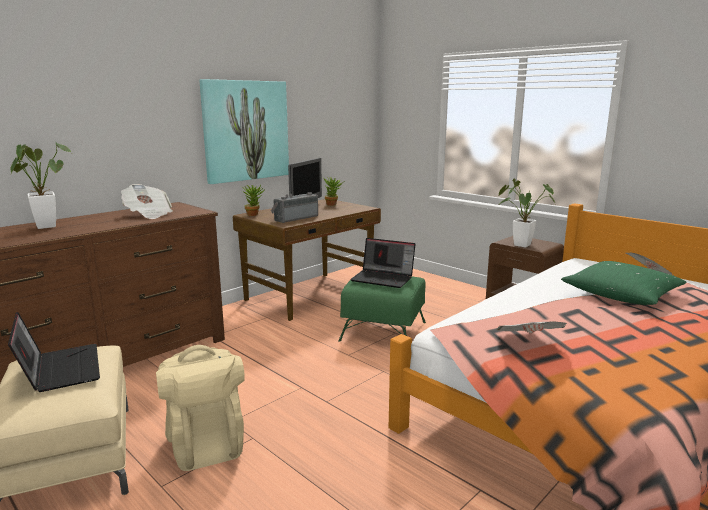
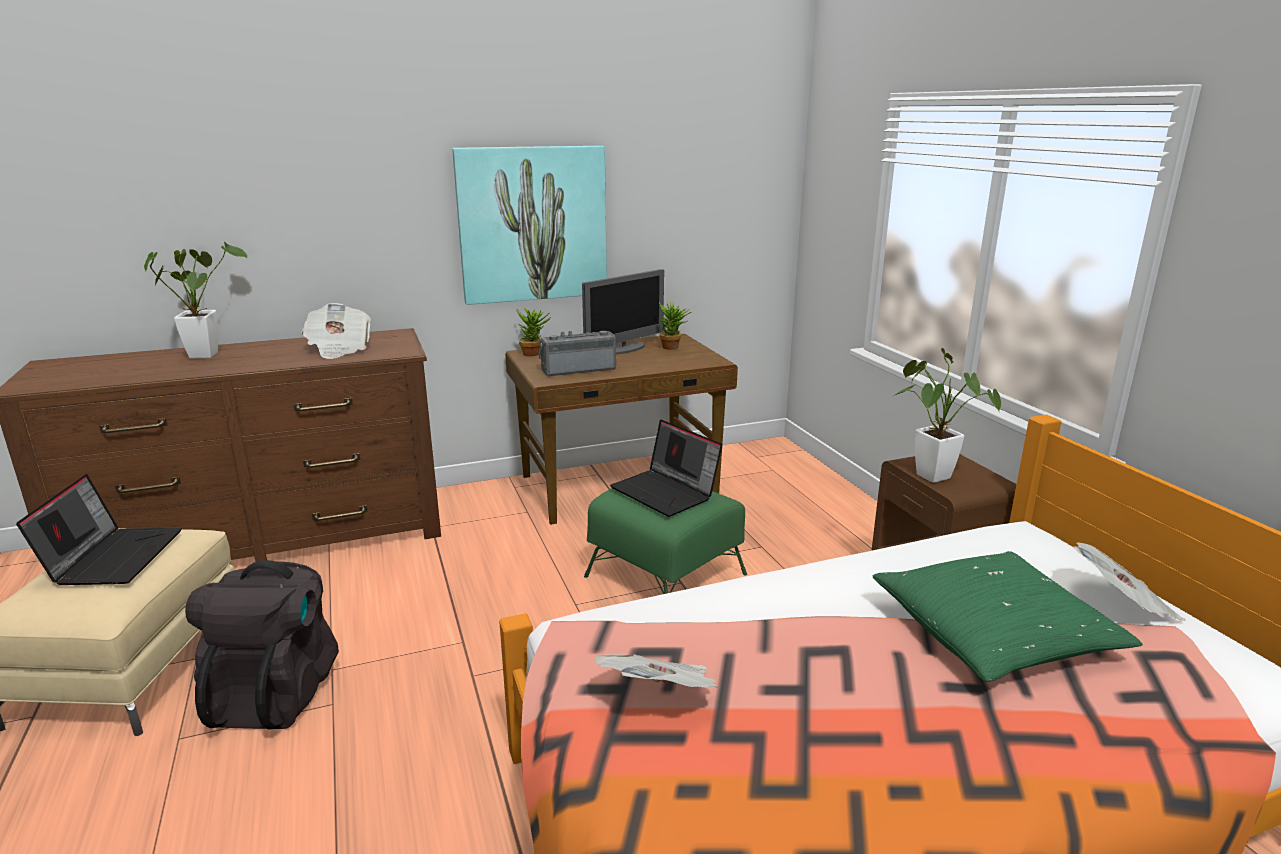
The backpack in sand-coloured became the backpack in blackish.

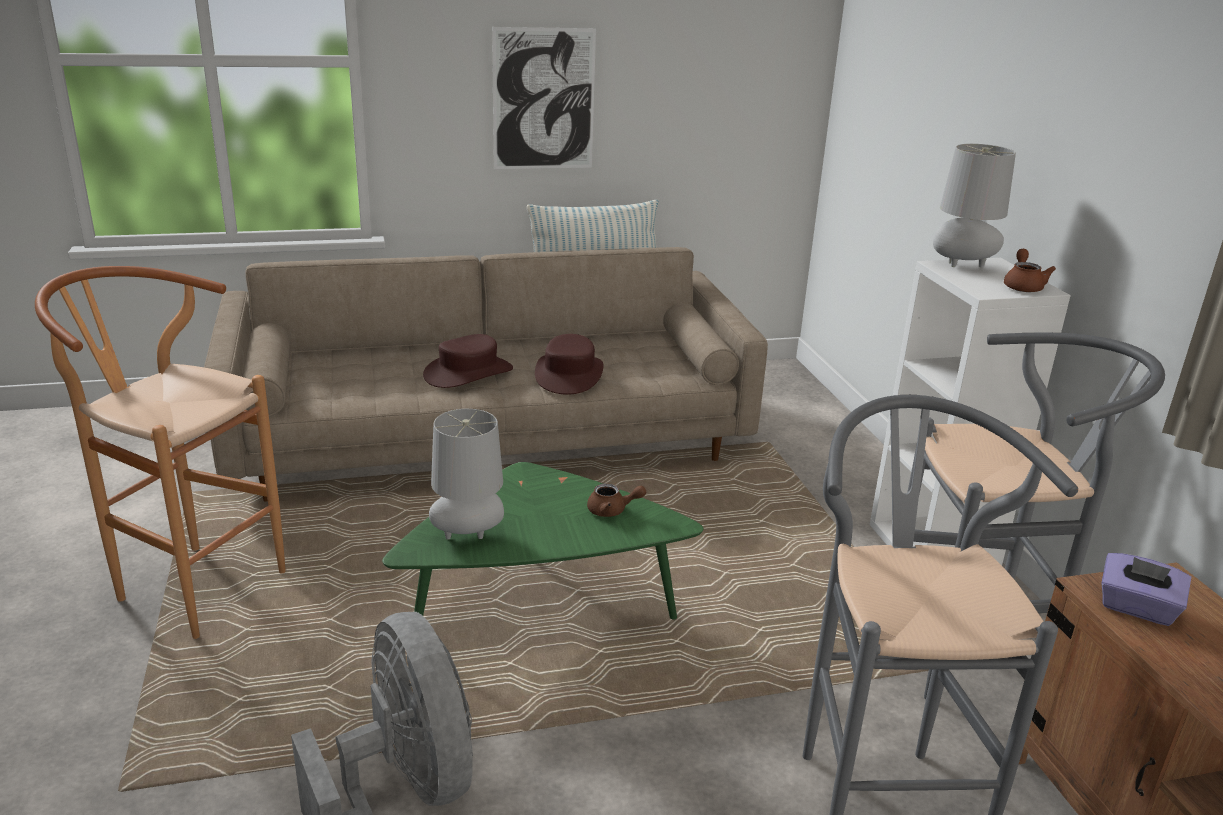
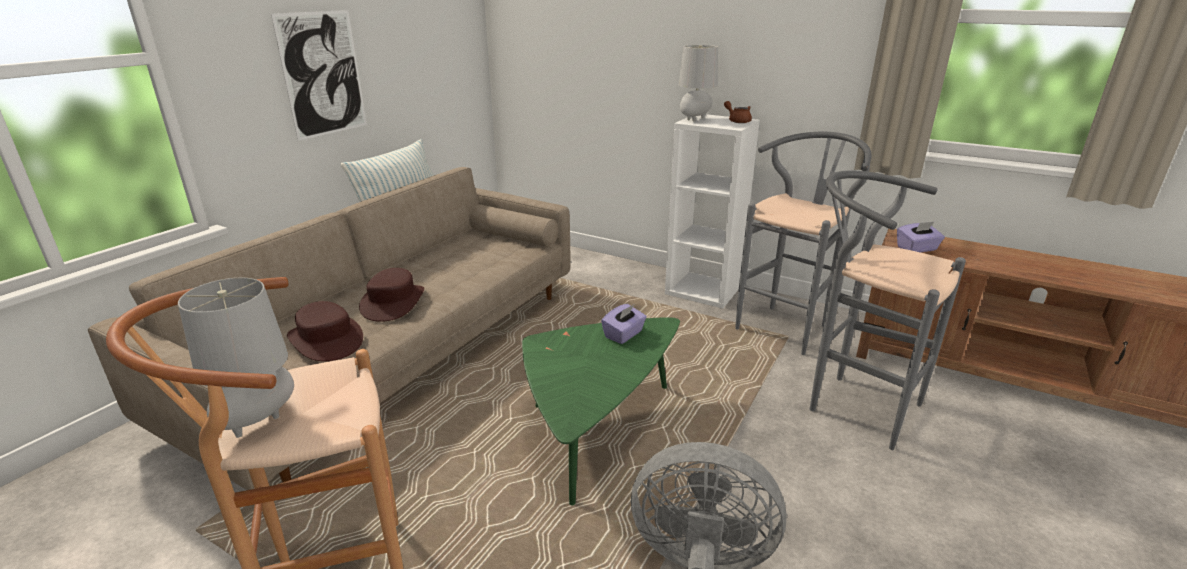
The lamp for a table in grey (no. 1 from left) moved.
The wearable hat in brownish (no. 2 from left in the first image) moved.
The pot for tea in brownish (no. 1 from left) was replaced by the box of tissues in purple-coloured (no. 1 from left).

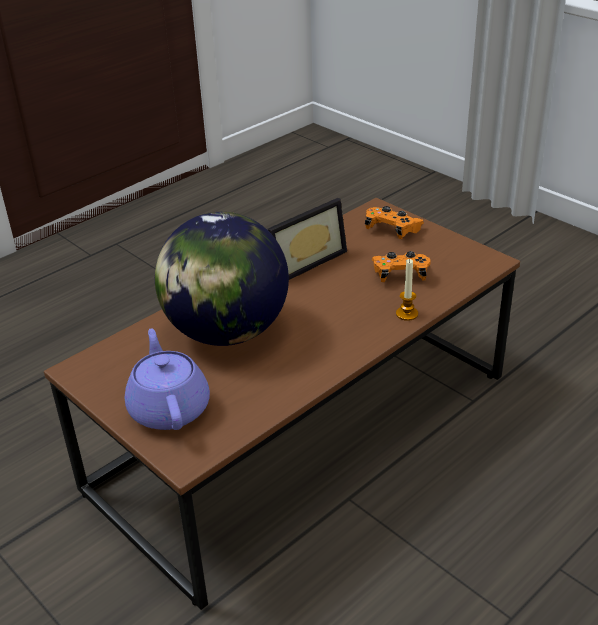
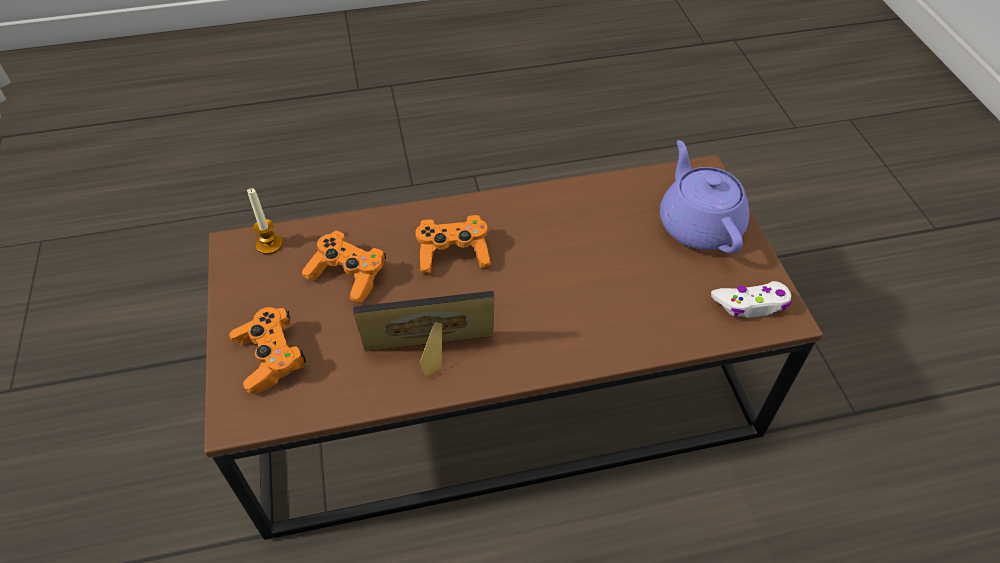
The desk globe disappeared.
The game controller in orange (no. 3 from left) appeared.
The game controller in white-coloured appeared.
The candle moved.
The pot for tea in purple-coloured turned 150 degrees clockwise.

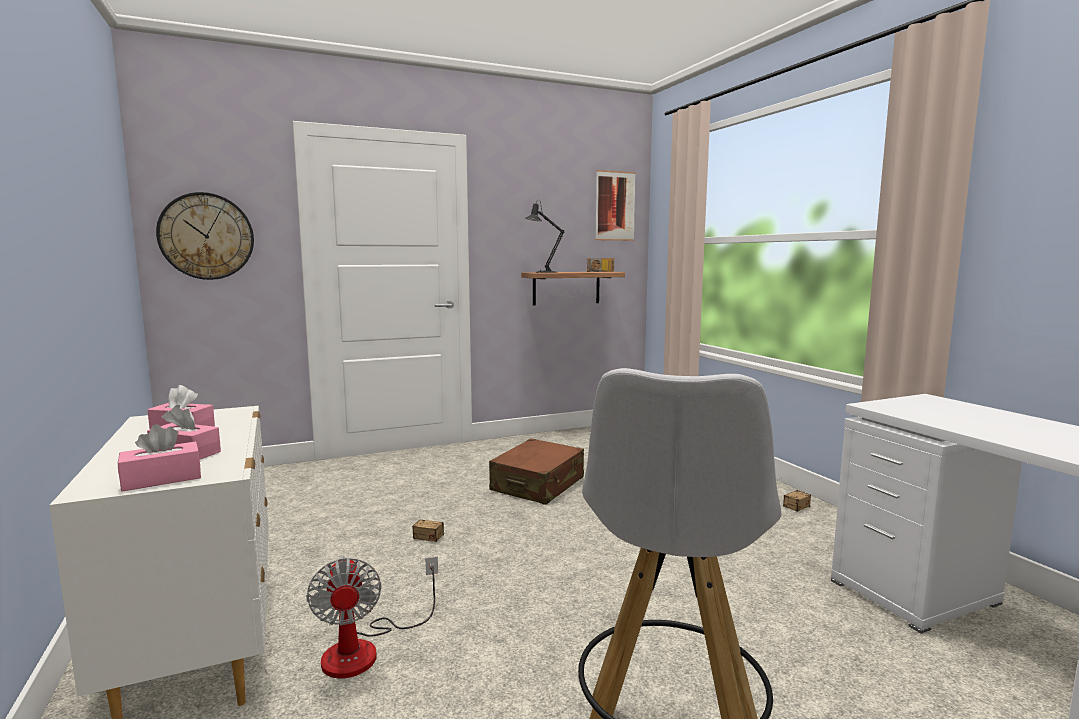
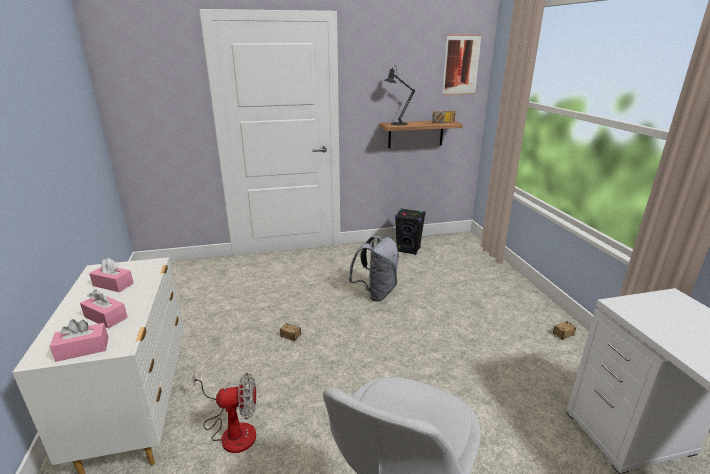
The clock on the wall disappeared.
The speaker in blackish appeared.
The travel case in brownish was replaced by the backpack in grey.
The electric fan turned 90 degrees counterclockwise.

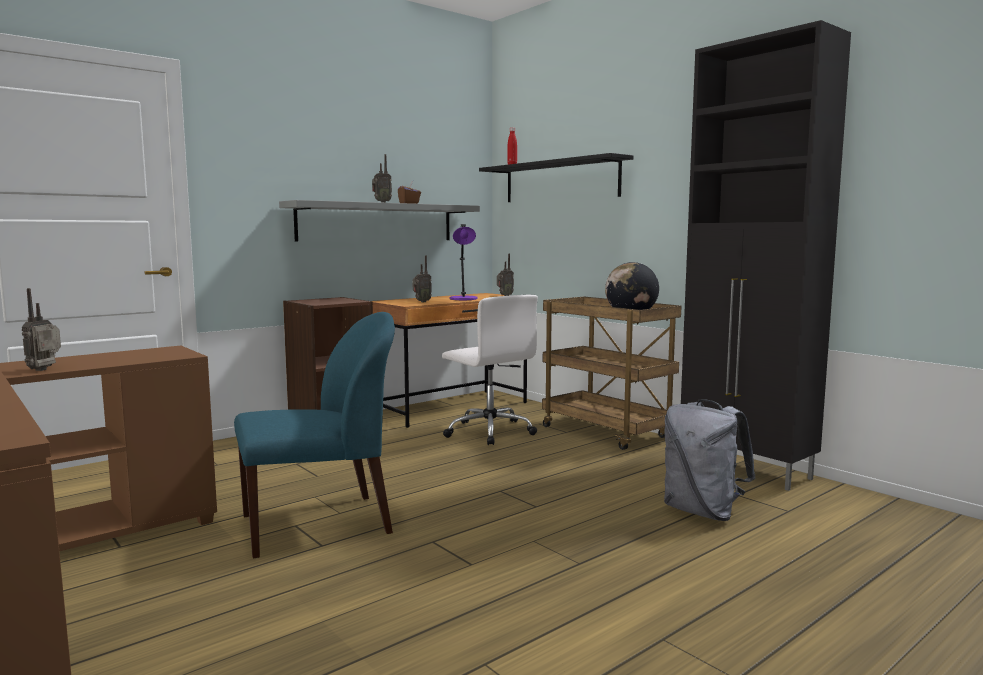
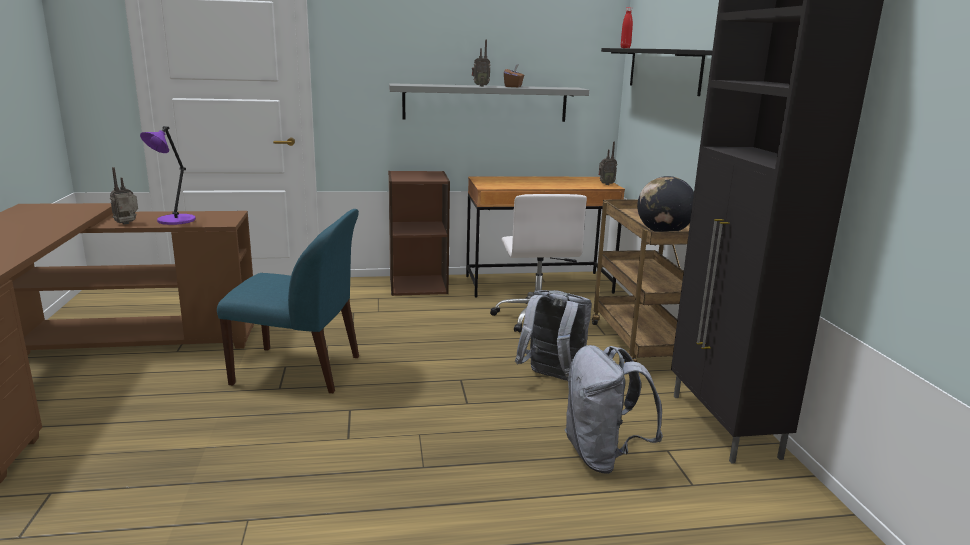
The radio set (no. 3 from left) disappeared.
The backpack in grey (no. 1 from left) appeared.
The lamp for a table in purple-coloured moved.

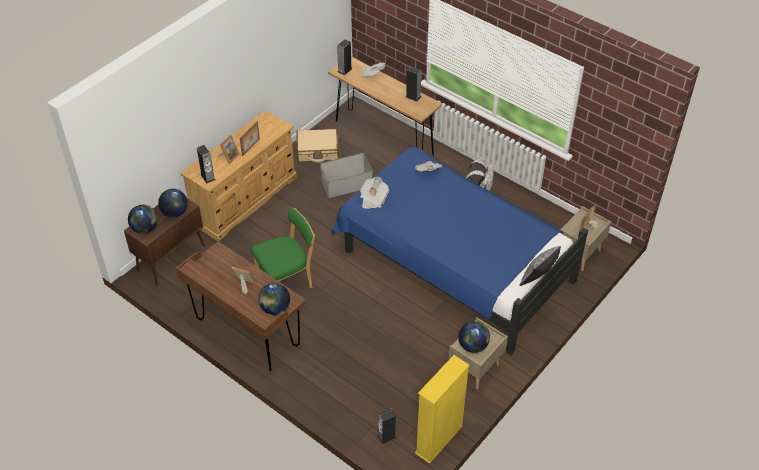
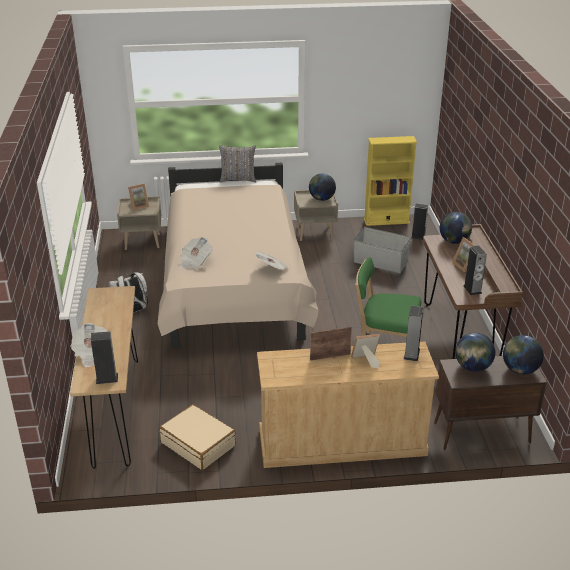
The storage bin in grey moved.
The speaker (no. 4 from left) moved.
The bedroom bed in bluish became the bedroom bed in sand-coloured.

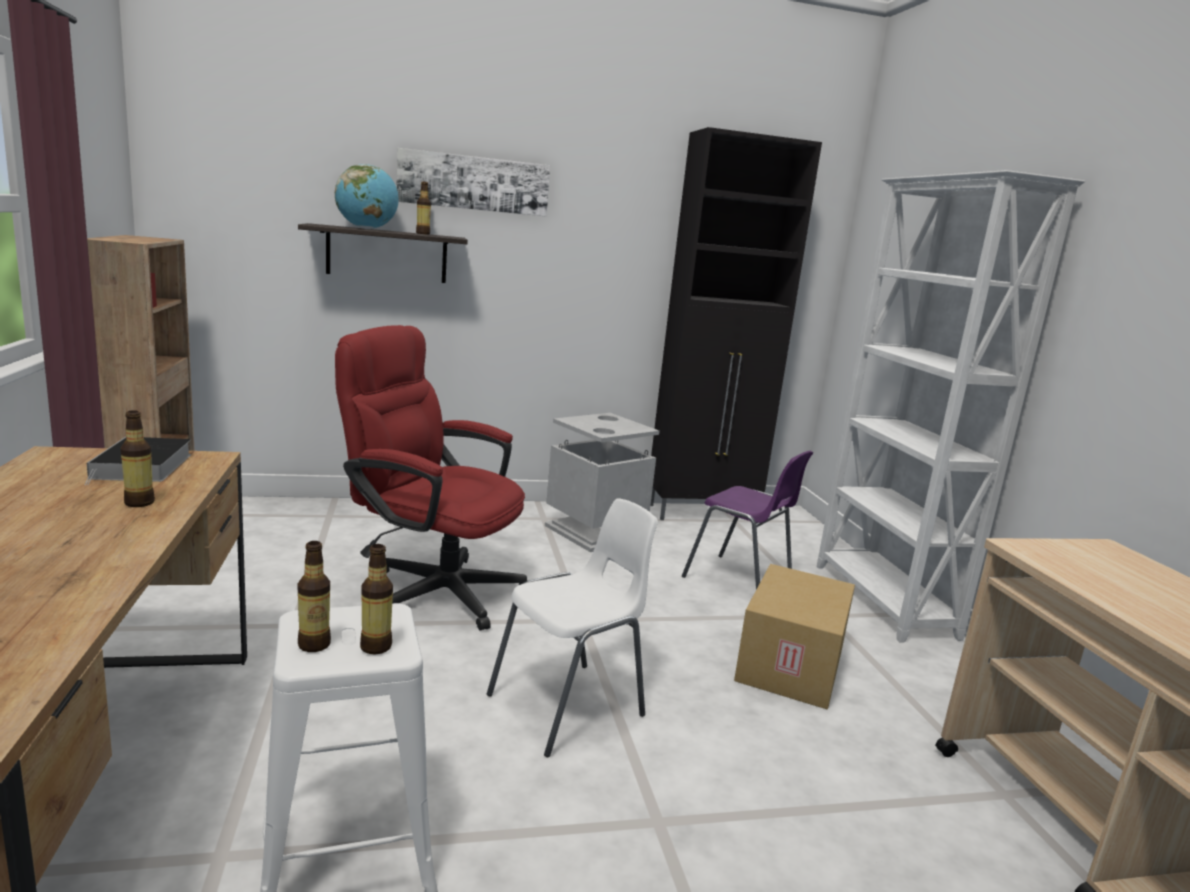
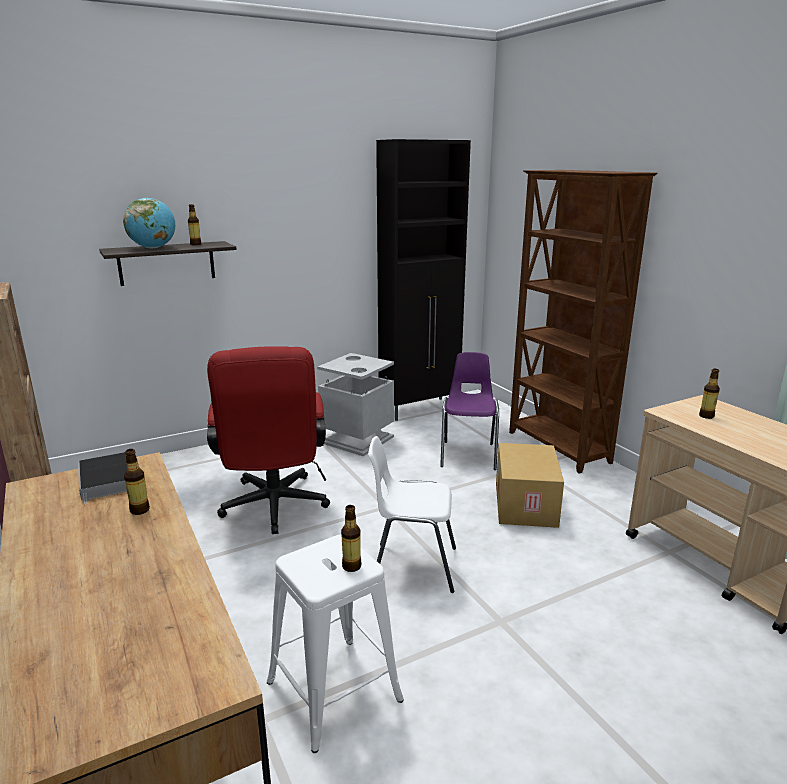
The picture disappeared.
The drink bottle (no. 2 from left in the first image) moved.
The shelving unit in white-coloured became the shelving unit in brownish (no. 2 from left).
The computer chair in reddish turned 105 degrees counterclockwise.
The chair in white-coloured turned 120 degrees counterclockwise.
The chair in purple-coloured turned 105 degrees counterclockwise.

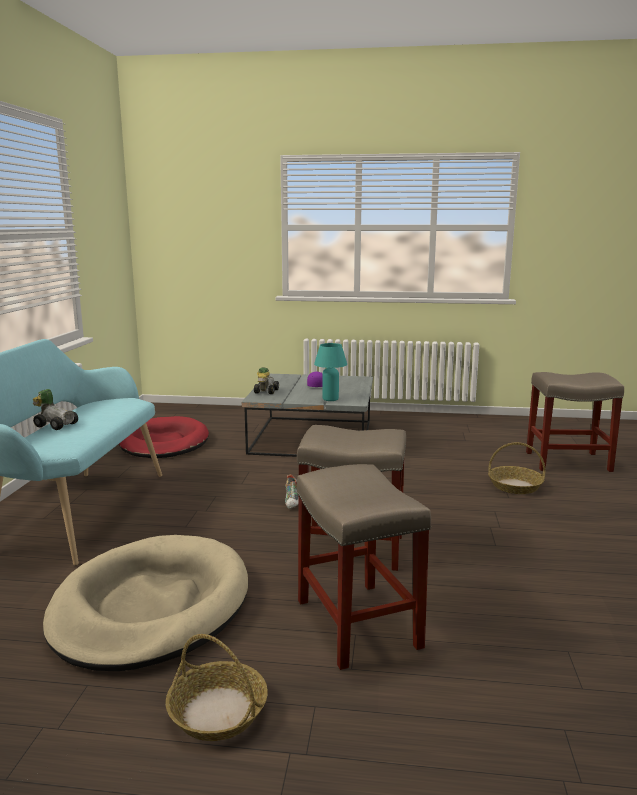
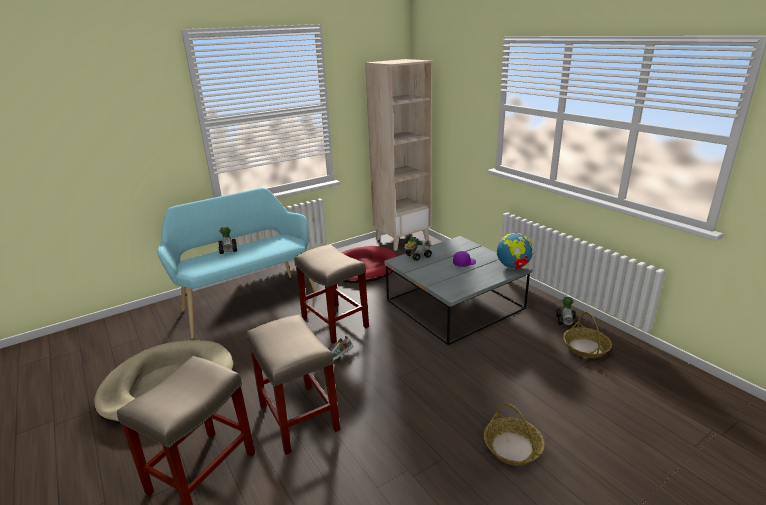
The lamp for a table in blue-green disappeared.
The shelving unit in sand-coloured appeared.
The desk globe appeared.
The miniature car (no. 3 from left) appeared.
The household basket (no. 1 from left in the first image) moved.
The sitting stool in sand-coloured (no. 3 from left) moved.

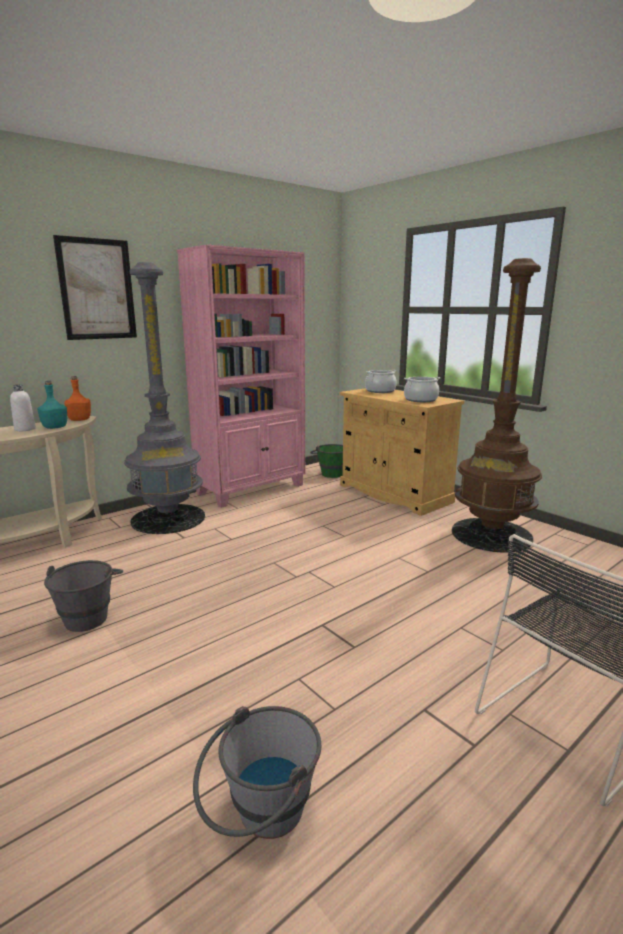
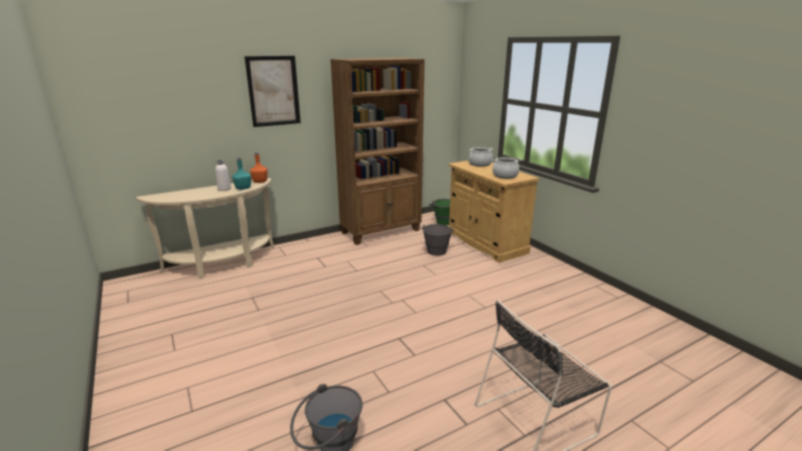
The standard lamp in grey disappeared.
The standard lamp in brownish disappeared.
The water bucket in grey (no. 1 from left in the first image) moved.
The shelving unit in pink became the shelving unit in brownish.

